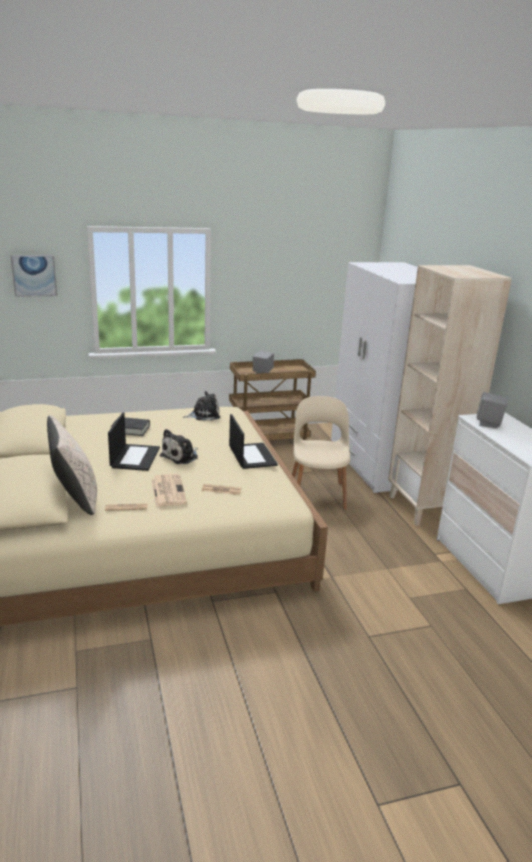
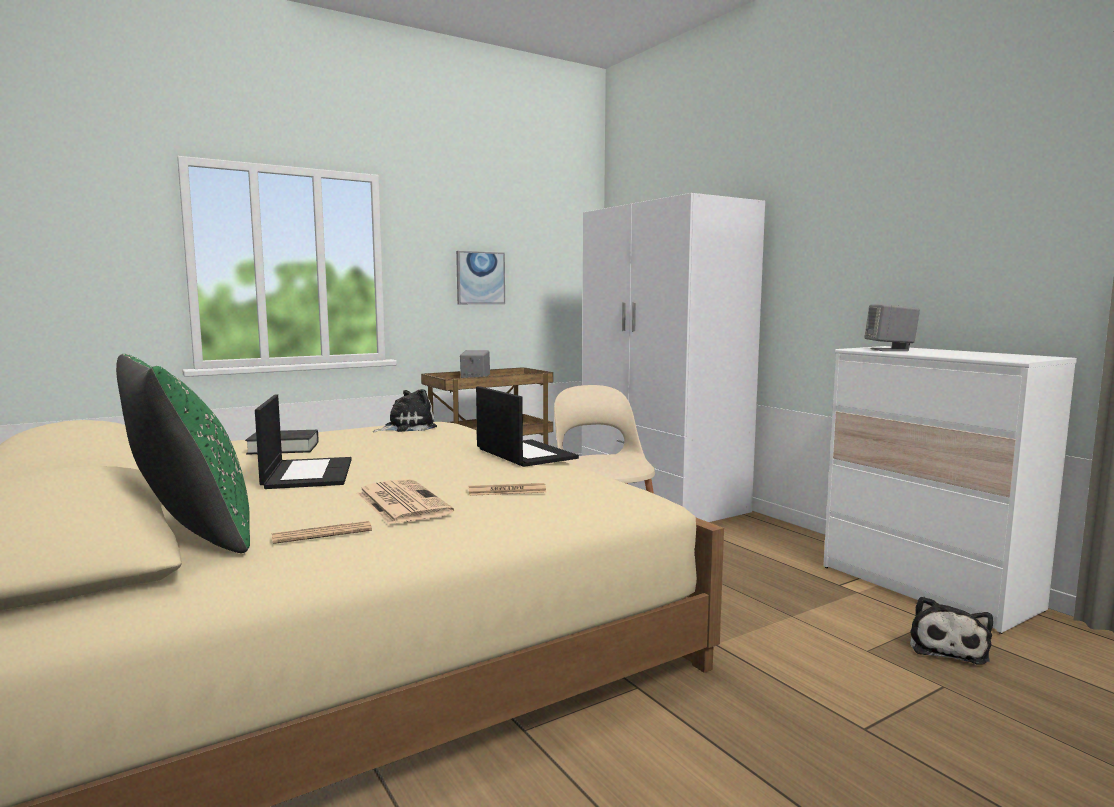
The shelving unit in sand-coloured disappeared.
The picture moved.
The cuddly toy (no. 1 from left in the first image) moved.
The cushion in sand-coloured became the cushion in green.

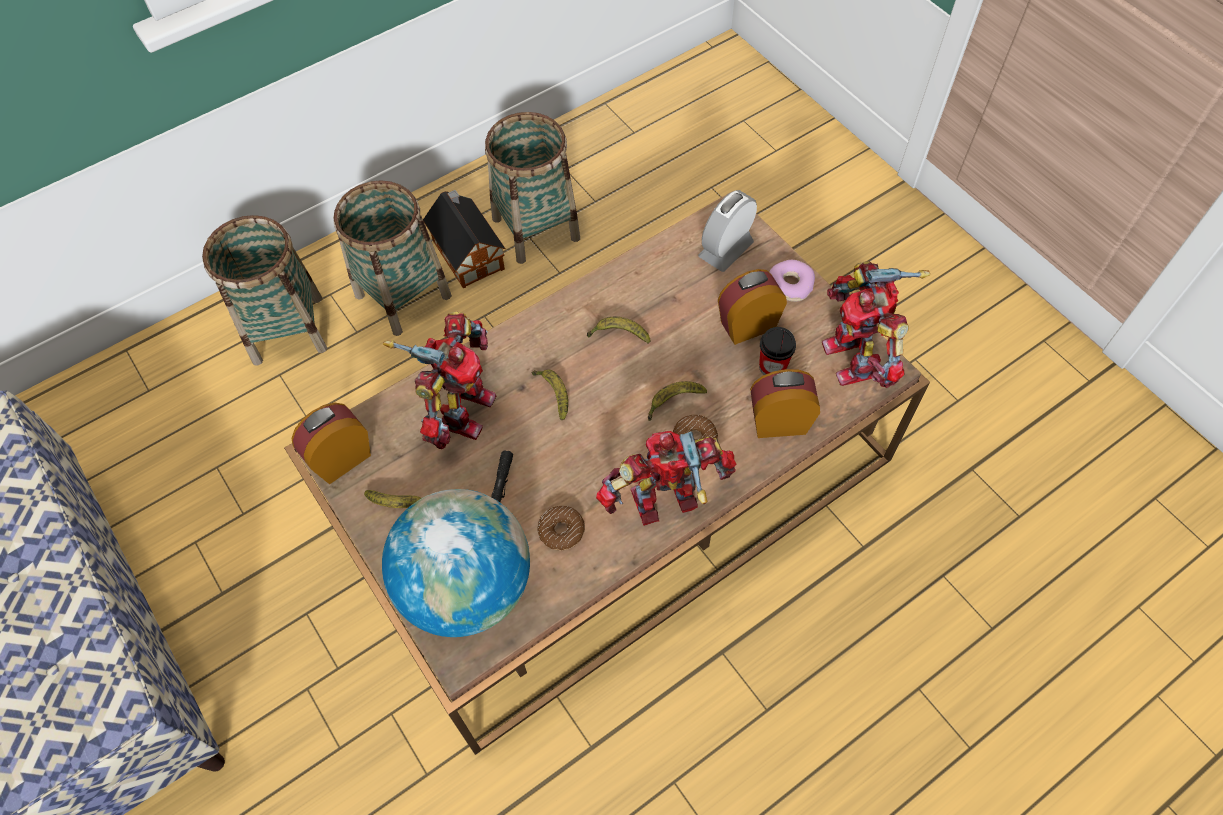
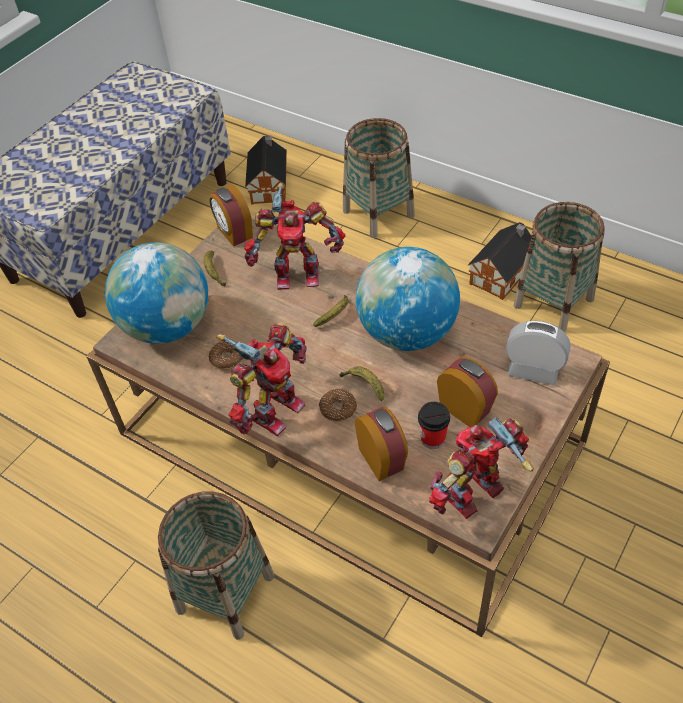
The flashlight in blackish disappeared.
The ring doughnut (no. 3 from left) disappeared.
The model house (no. 1 from left) appeared.
The household basket (no. 2 from left in the first image) moved.
The banana (no. 3 from left) was replaced by the desk globe (no. 2 from left).
The alarm clock (no. 1 from left) turned 150 degrees counterclockwise.
The robot figure (no. 2 from left in the first image) turned 75 degrees clockwise.

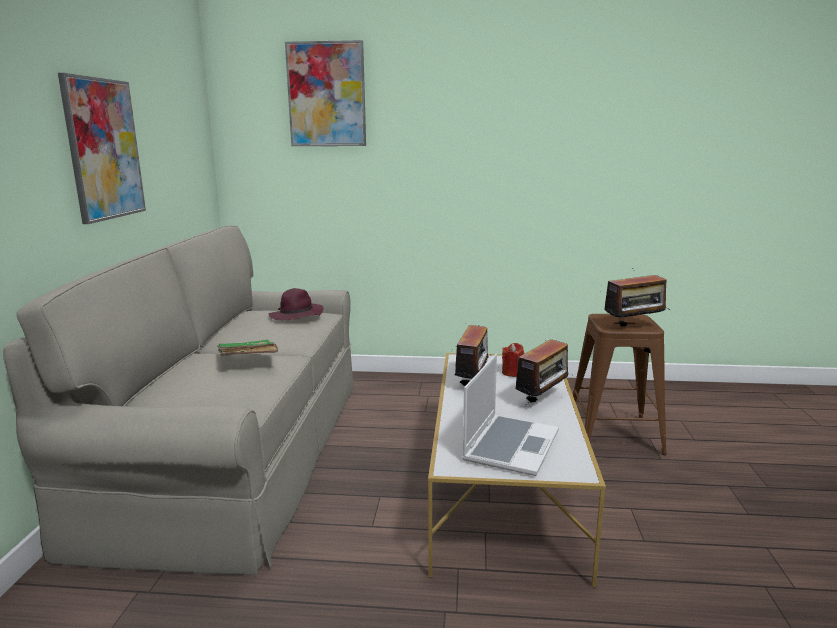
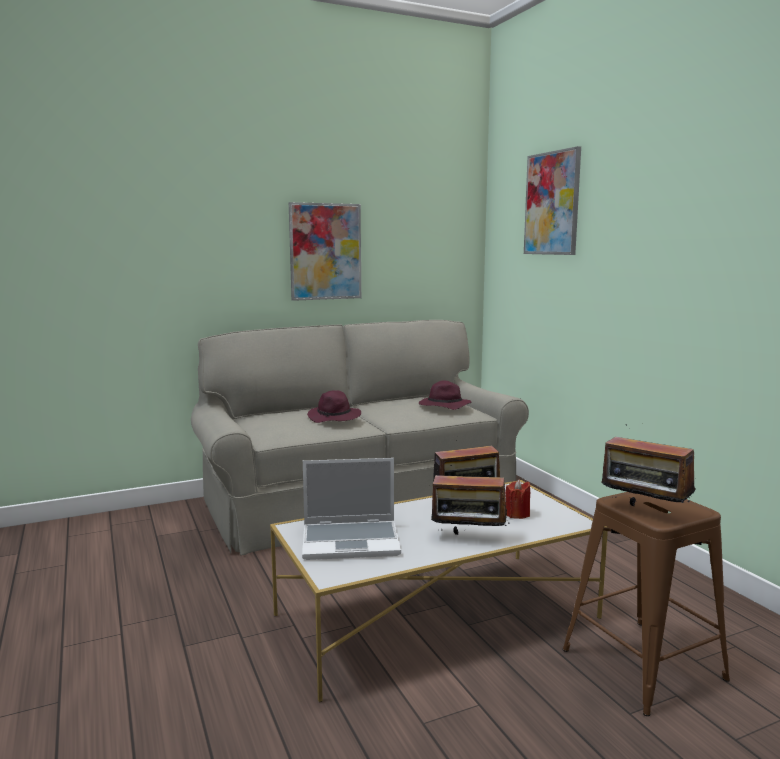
The bound book in green was replaced by the wearable hat in purple-coloured (no. 1 from left).

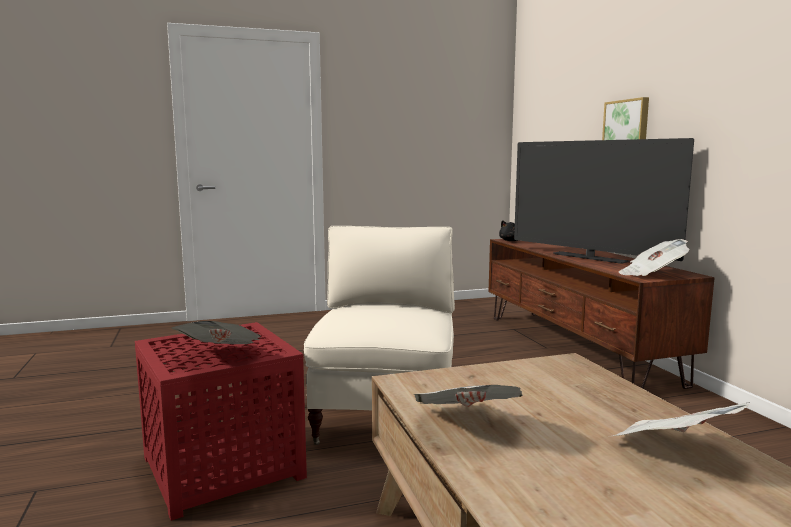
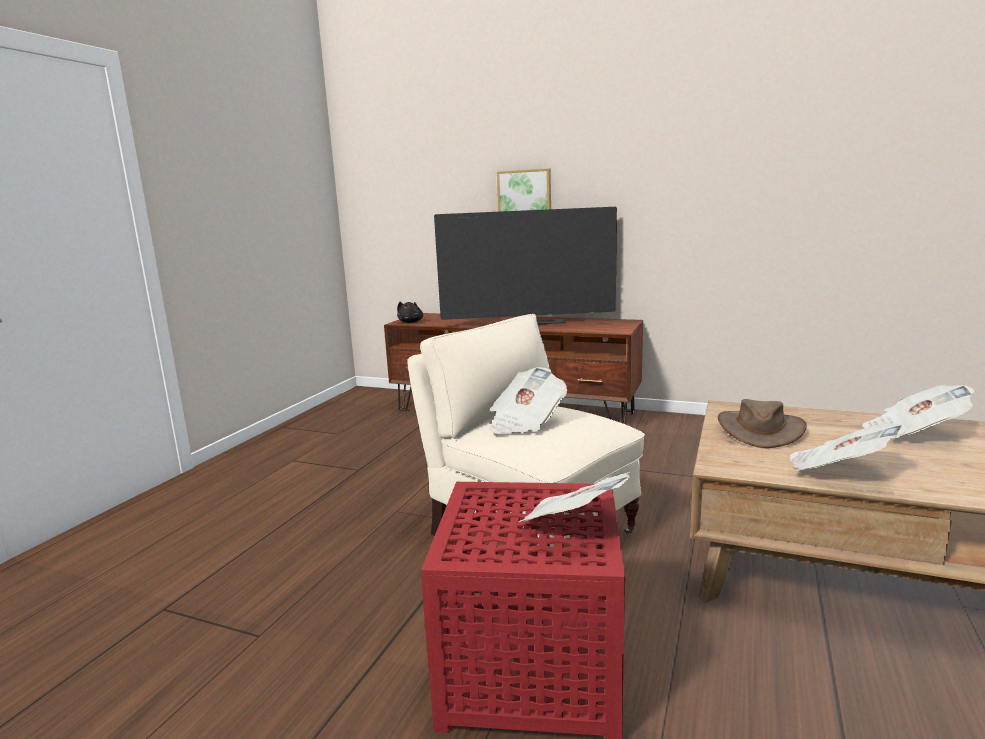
The wearable hat in brownish appeared.
The newspaper (no. 3 from left in the first image) moved.

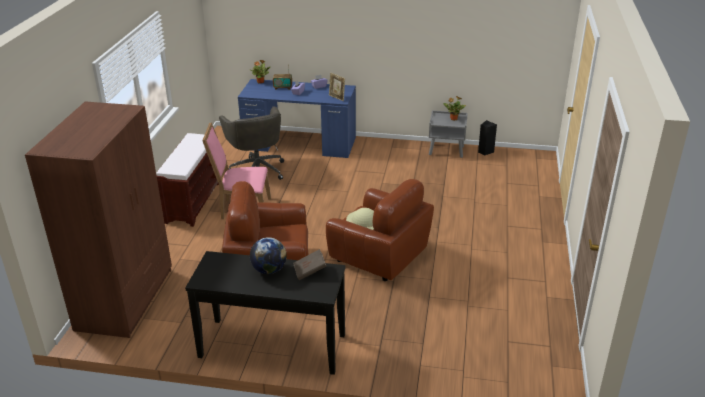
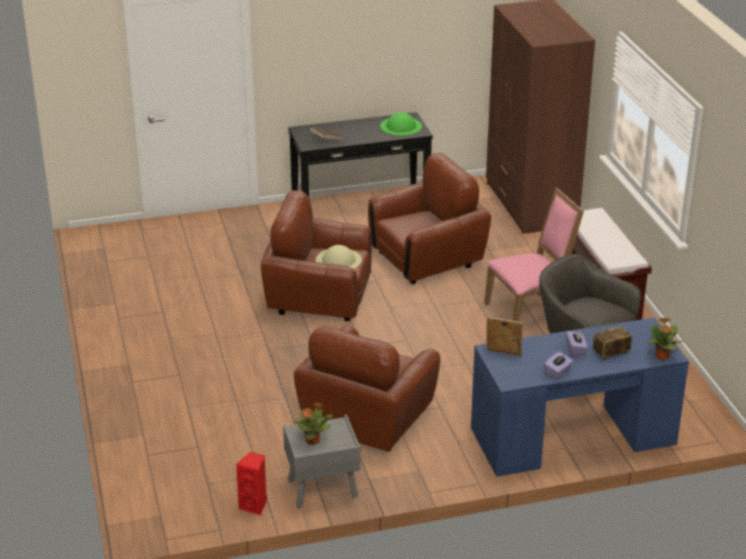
The desk globe disappeared.
The easy chair in brownish (no. 2 from left) appeared.
The wearable hat in green appeared.
The speaker in blackish became the speaker in reddish.

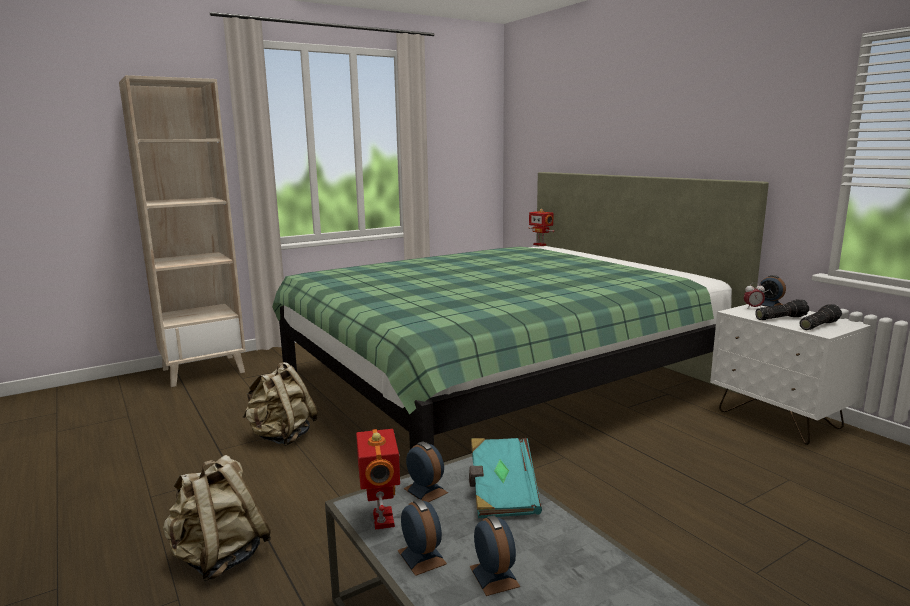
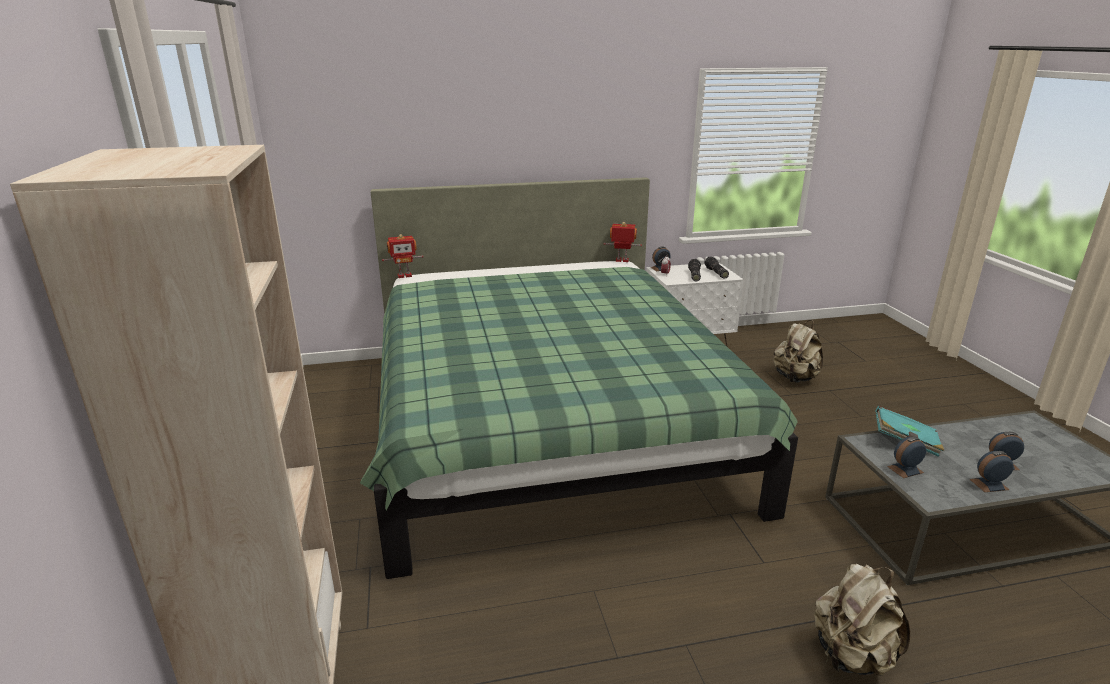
The backpack in sand-coloured (no. 2 from left in the first image) moved.
The robot figure (no. 1 from left in the first image) moved.

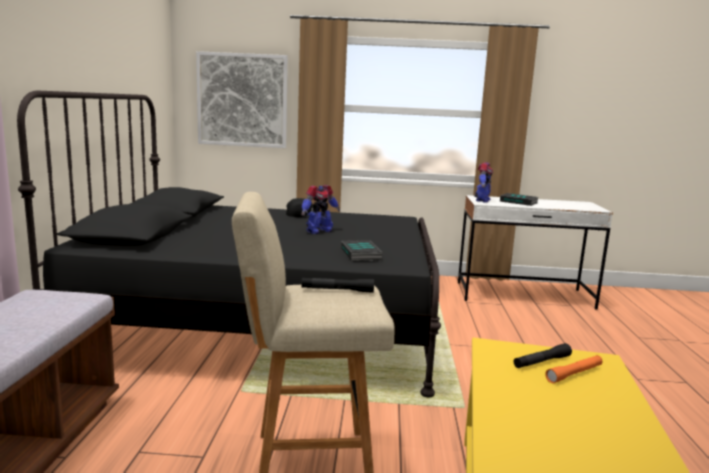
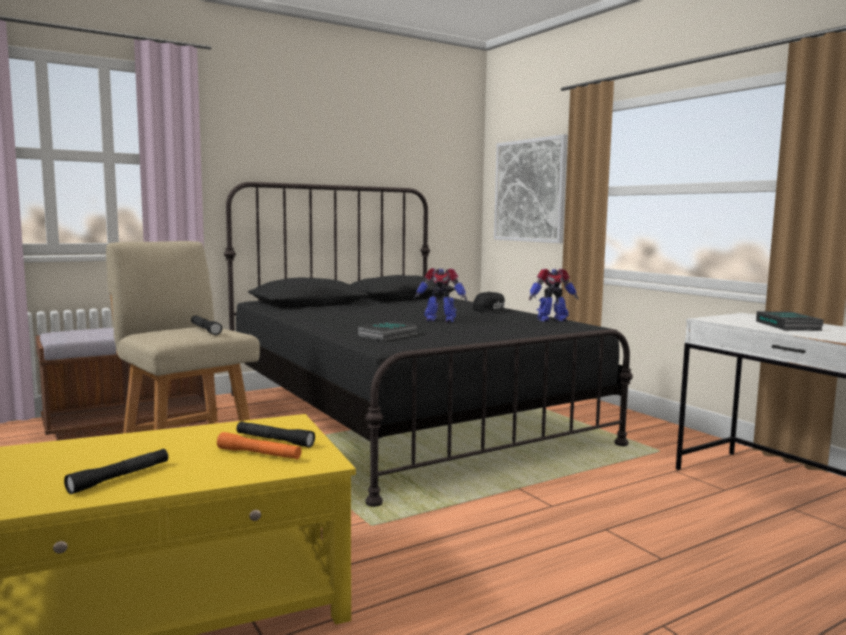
The flashlight in blackish (no. 1 from left) appeared.
The robot figure (no. 2 from left) moved.

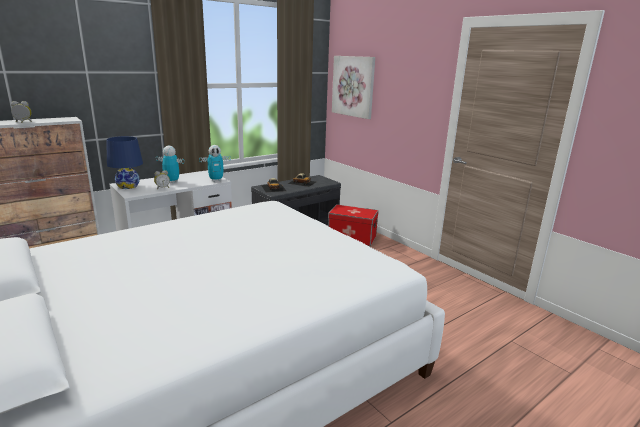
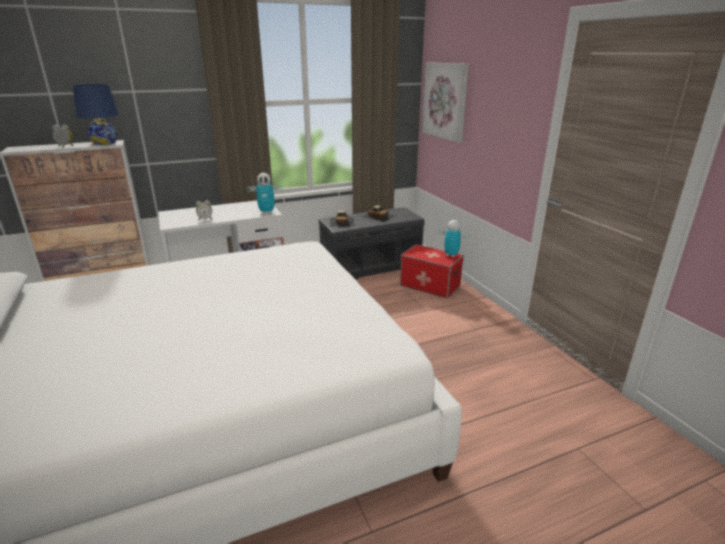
The lamp for a table in bluish moved.
The robot figure (no. 1 from left in the first image) moved.

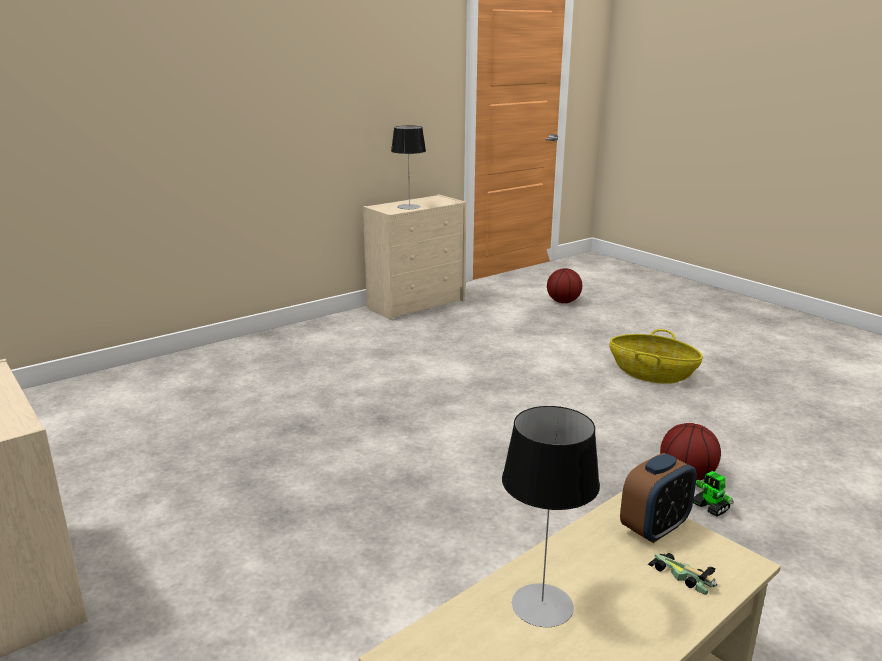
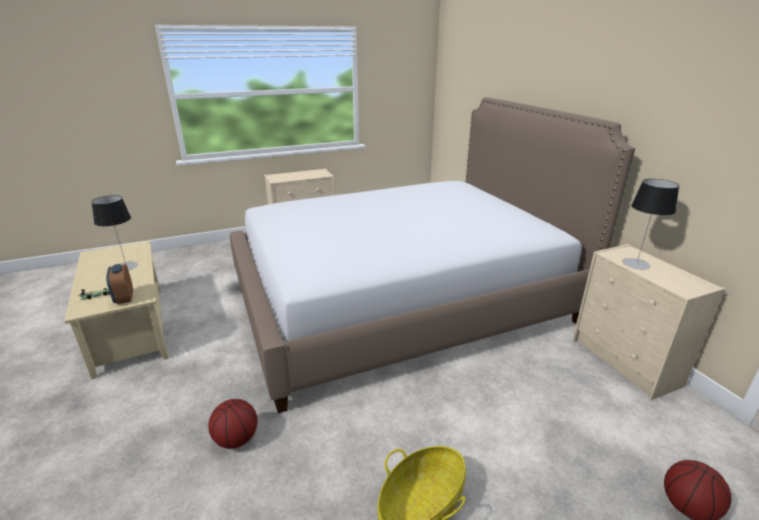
The robot figure disappeared.
The bedroom bed appeared.

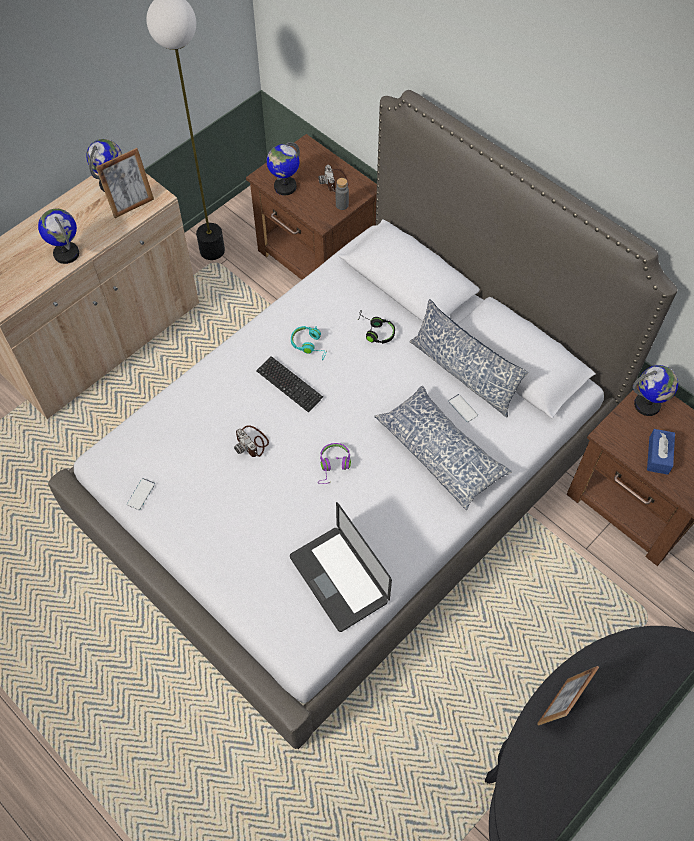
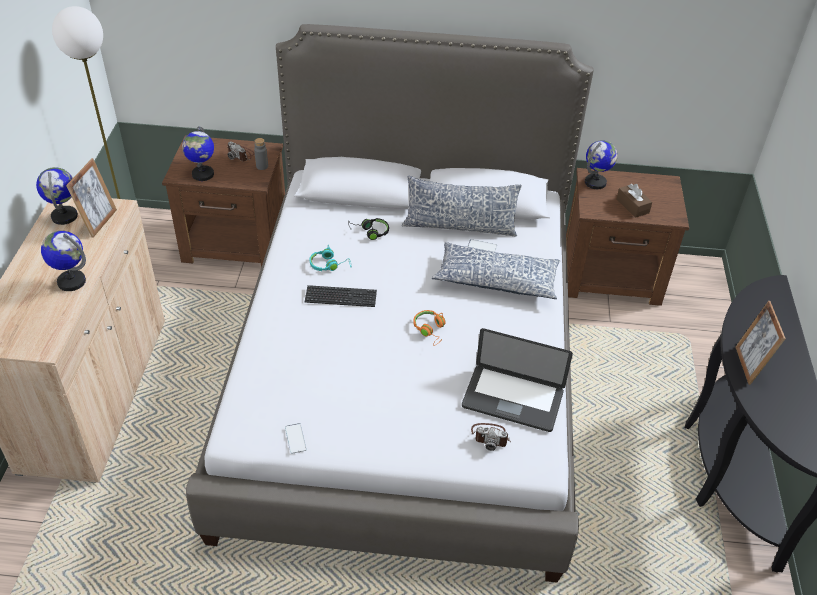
The still camera (no. 1 from left in the first image) moved.
The headset in purple-coloured became the headset in orange.
The box of tissues in bluish became the box of tissues in brownish.

